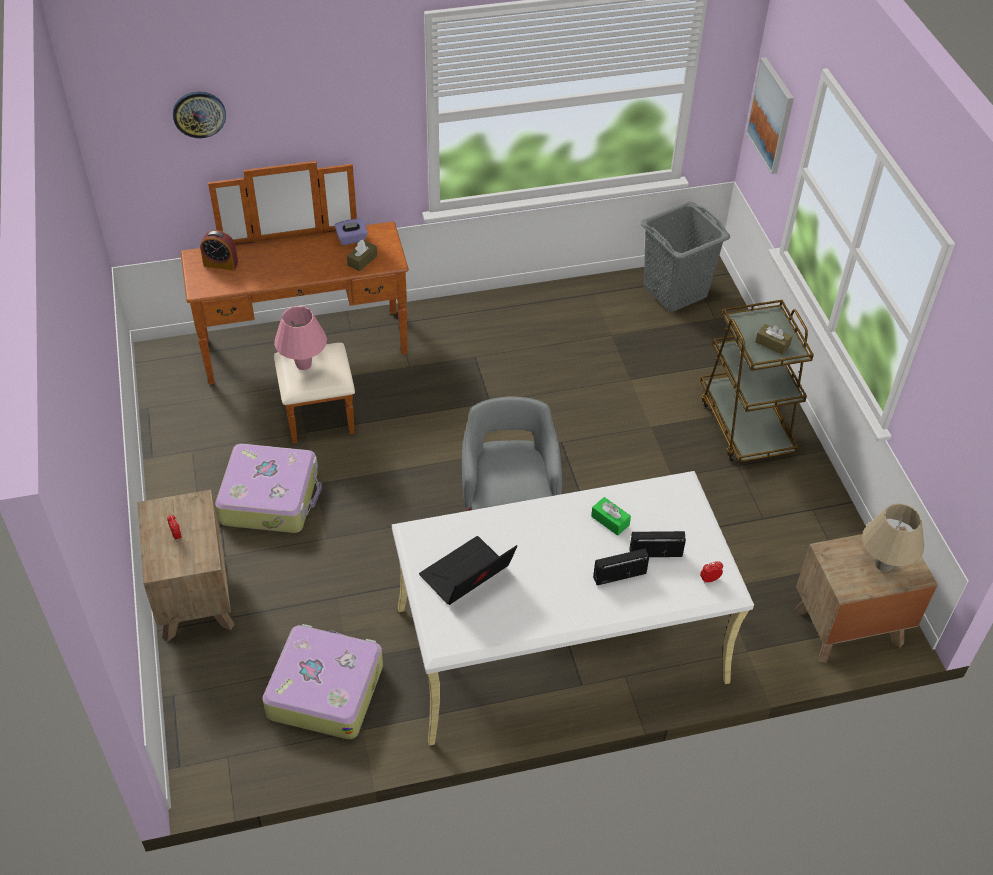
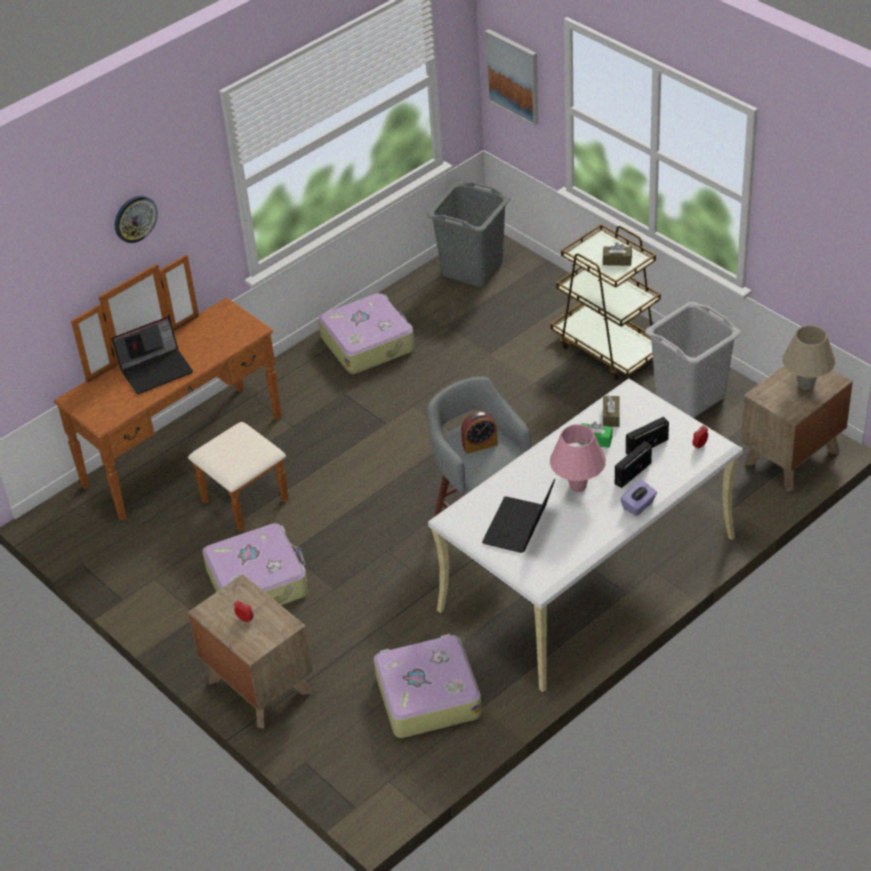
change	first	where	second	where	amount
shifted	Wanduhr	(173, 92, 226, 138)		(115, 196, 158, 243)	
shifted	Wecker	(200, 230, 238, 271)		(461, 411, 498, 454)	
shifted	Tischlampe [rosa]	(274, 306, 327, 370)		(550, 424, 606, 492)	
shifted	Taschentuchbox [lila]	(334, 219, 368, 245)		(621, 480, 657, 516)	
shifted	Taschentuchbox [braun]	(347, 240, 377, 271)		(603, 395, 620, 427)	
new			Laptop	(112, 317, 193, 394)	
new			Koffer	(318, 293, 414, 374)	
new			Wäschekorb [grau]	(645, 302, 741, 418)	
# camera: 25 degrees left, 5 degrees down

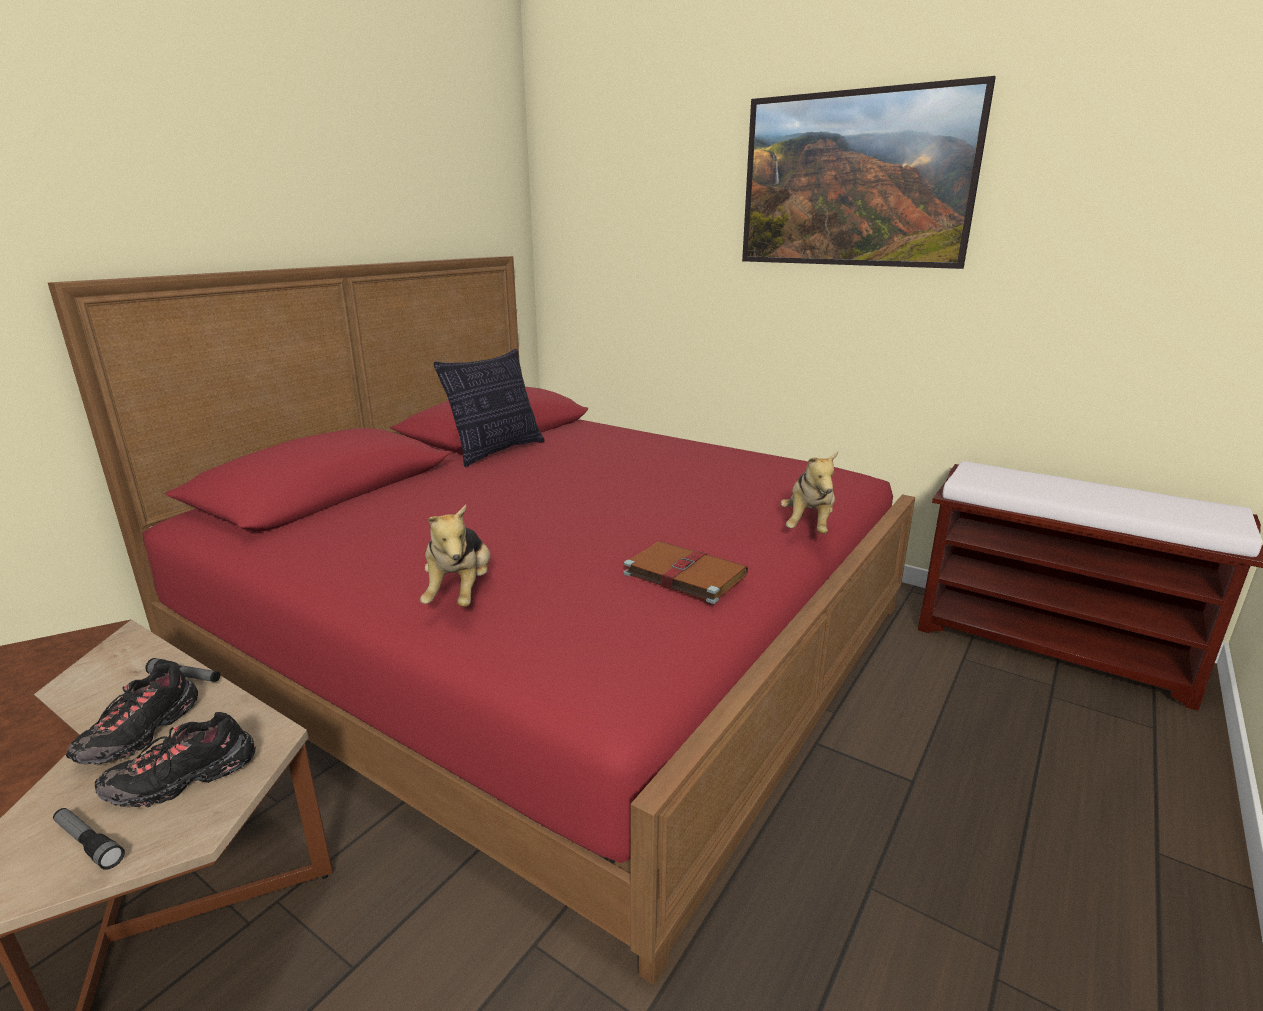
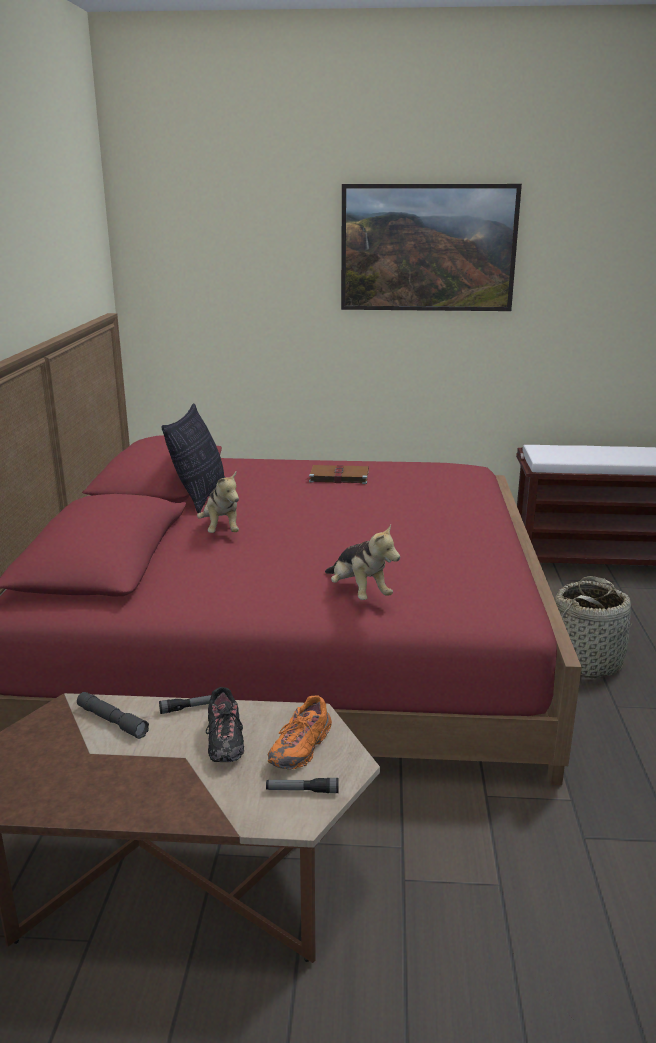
change	first	where	second	where	amount
repainted	Schuh [schwarz]	(95, 712, 256, 808)	Schuh [orange]	(268, 696, 332, 770)	
shifted	Buch [braun]	(623, 541, 748, 604)		(305, 465, 369, 484)	
shifted	Plüschtier	(781, 451, 838, 534)		(197, 470, 239, 533)	
new			Taschenlampe [grau]	(77, 692, 149, 739)	
new			Korb	(554, 576, 633, 678)	
# camera: 30 degrees left, 0 degrees up

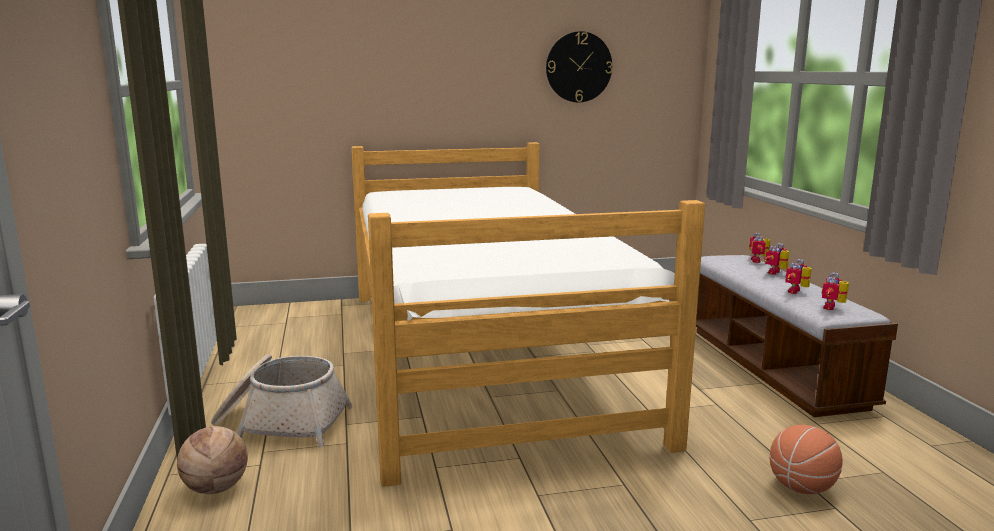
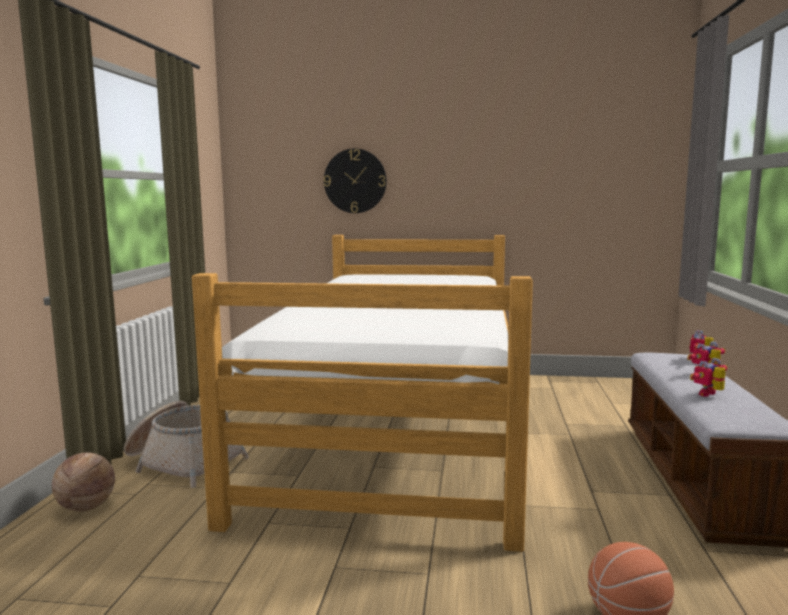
change	first	where	second	where	amount
shifted	Wanduhr	(546, 31, 612, 102)		(324, 148, 387, 213)	
gone	Spielzeugroboter	(822, 272, 849, 310)			
# camera: 20 degrees right, 5 degrees down

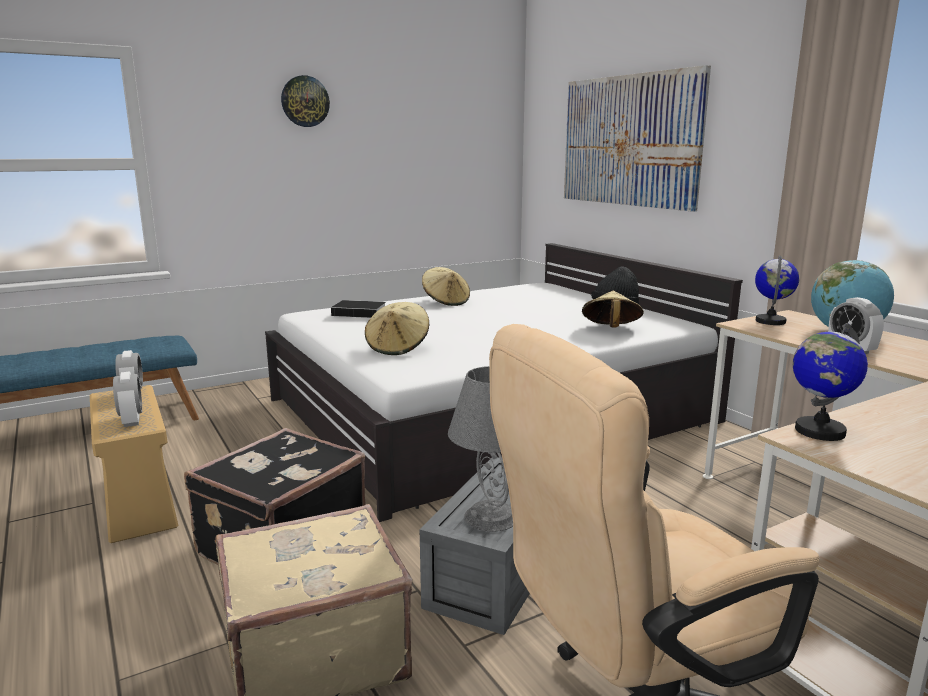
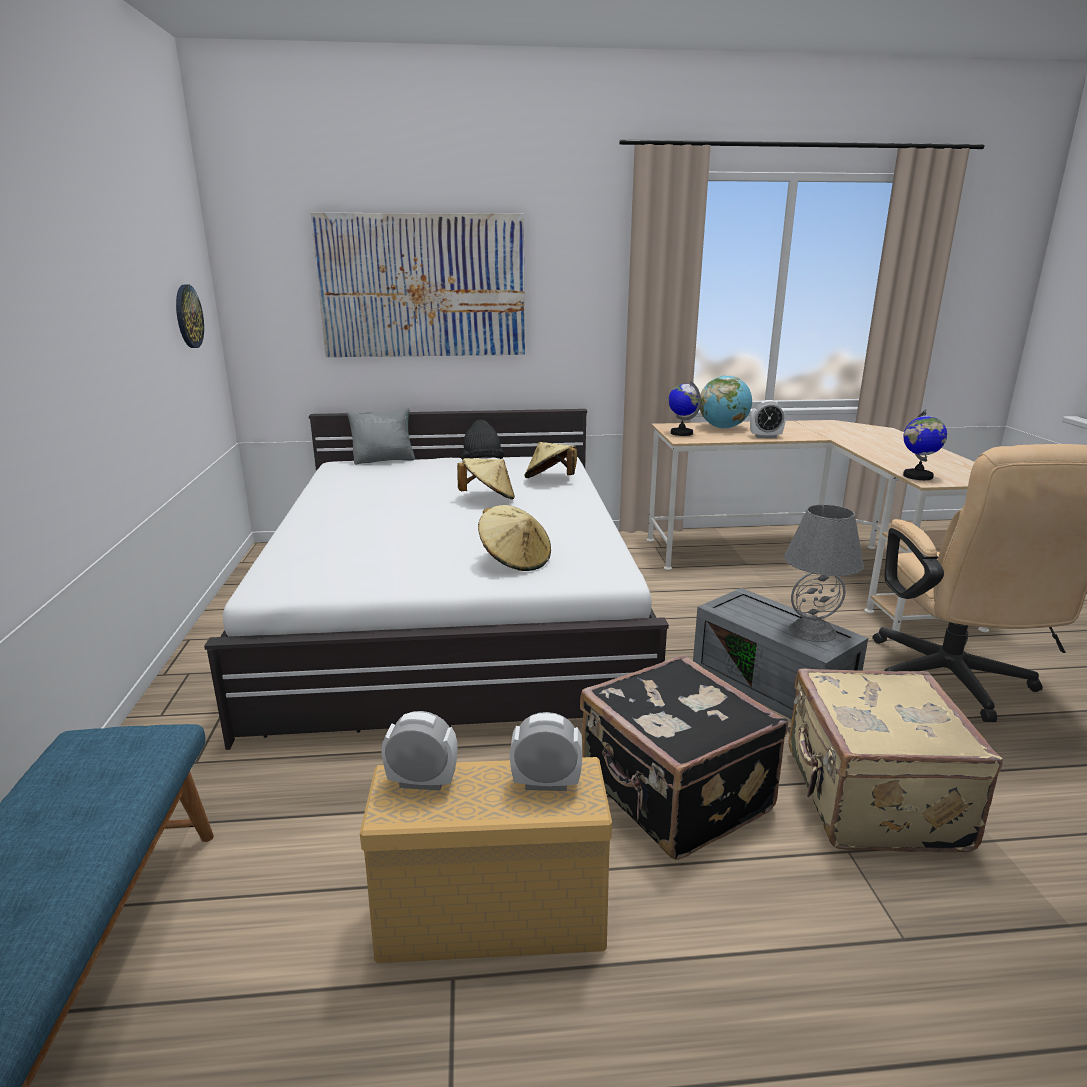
change	first	where	second	where	amount
shifted	Wanduhr	(281, 75, 330, 127)		(176, 285, 204, 348)	
gone	Buch	(331, 300, 386, 318)			
shifted	Hut [beige]	(422, 267, 470, 306)		(457, 458, 515, 500)	
new			Kissen [grau]	(347, 407, 415, 465)	
# camera: 65 degrees left, 5 degrees up

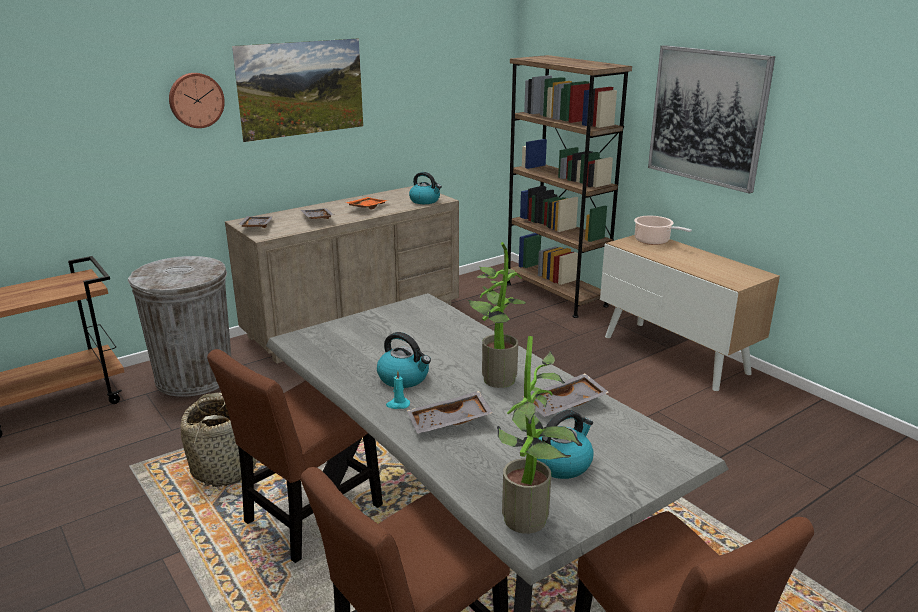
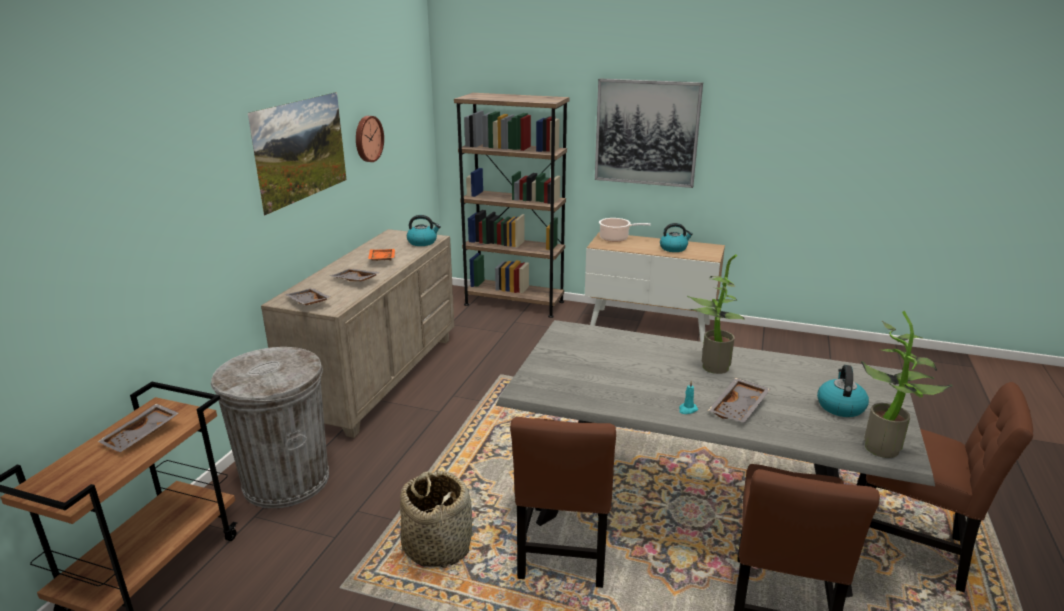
change	first	where	second	where	amount
shifted	Wanduhr	(169, 73, 225, 128)		(356, 116, 384, 162)	
shifted	Wasserkessel	(377, 332, 431, 388)		(660, 223, 693, 252)	
shifted	Tablett [grau]	(523, 373, 609, 417)		(97, 404, 179, 452)	
# camera: 35 degrees left, 0 degrees up

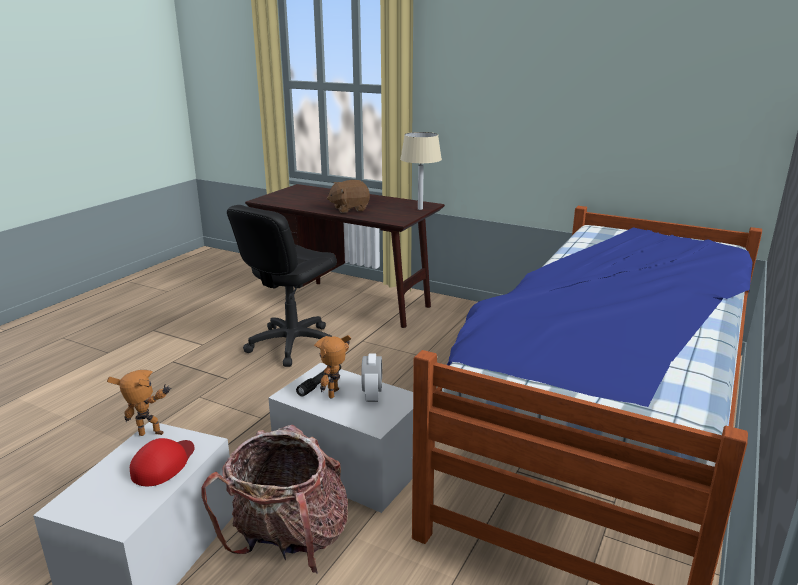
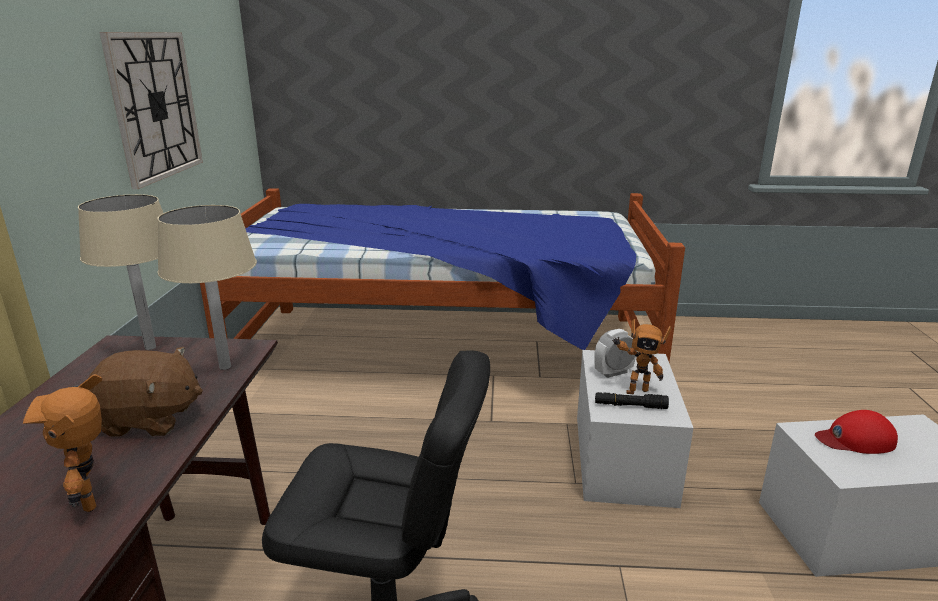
change	first	where	second	where	amount
shifted	Spielzeugroboter	(107, 370, 171, 436)		(23, 374, 102, 512)	
gone	Rucksack	(201, 425, 348, 574)			
rotated	Plüschtier [braun]	(327, 180, 370, 213)		(89, 347, 203, 437)	45 degrees counterclockwise
new			Wanduhr	(100, 32, 203, 189)	
new			Tischlampe [beige]	(157, 205, 257, 370)	
# camera: 115 degrees left, 0 degrees up

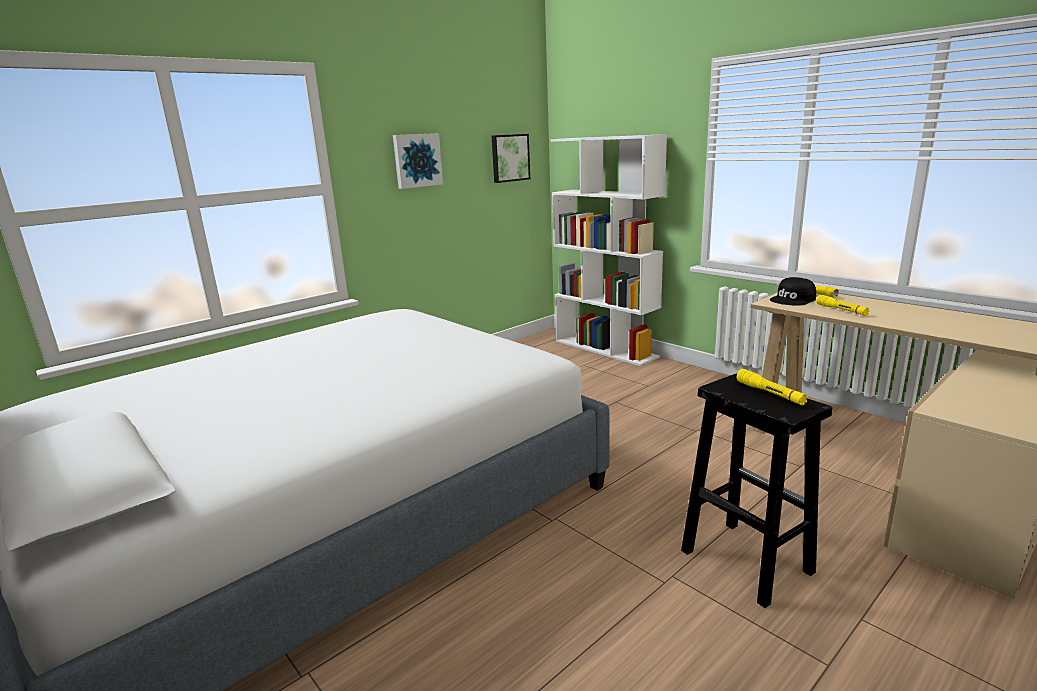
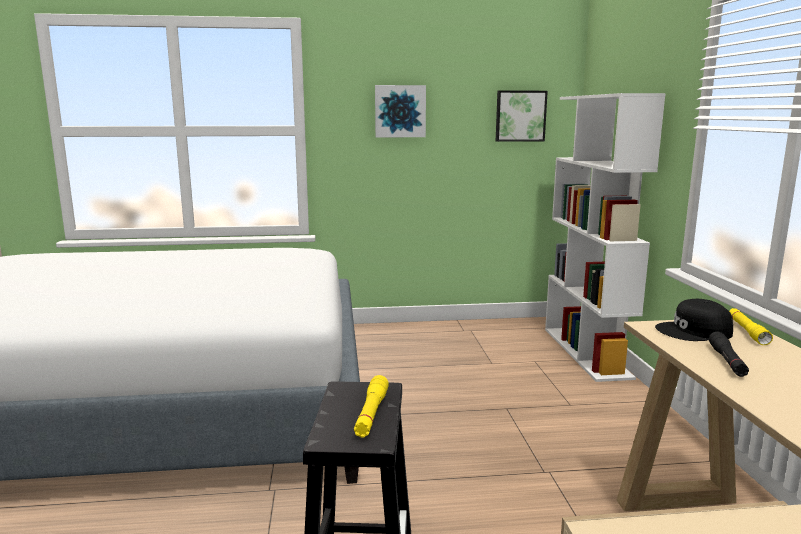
change	first	where	second	where	amount
repainted	Taschenlampe [gelb]	(816, 295, 870, 316)	Taschenlampe [schwarz]	(709, 332, 749, 377)	
# camera: 35 degrees right, 5 degrees down

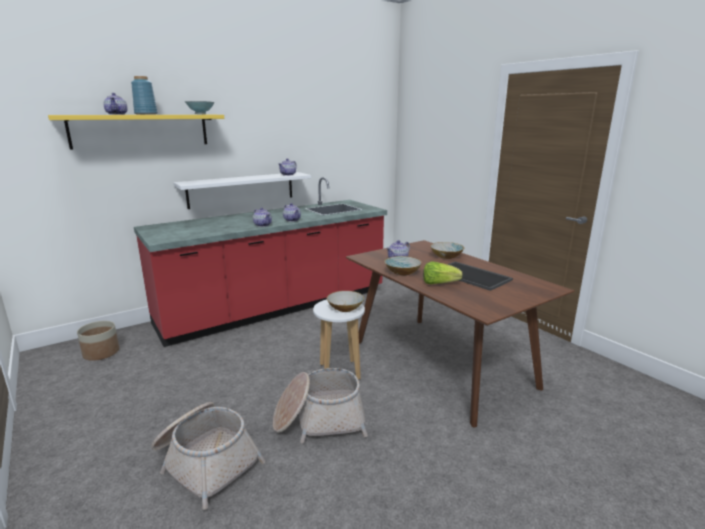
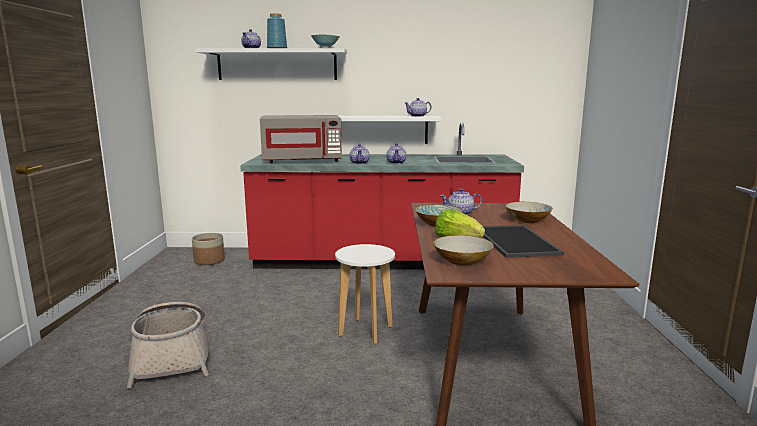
change	first	where	second	where	amount
repainted	Wandregal [gelb]	(48, 115, 224, 150)	Wandregal [weiß]	(196, 48, 347, 80)	
gone	Korb	(273, 368, 368, 444)			
shifted	Schüssel	(327, 291, 364, 312)		(433, 235, 494, 266)	
new			Mikrowelle [grau]	(260, 115, 342, 163)	
# camera: 35 degrees right, 5 degrees down

